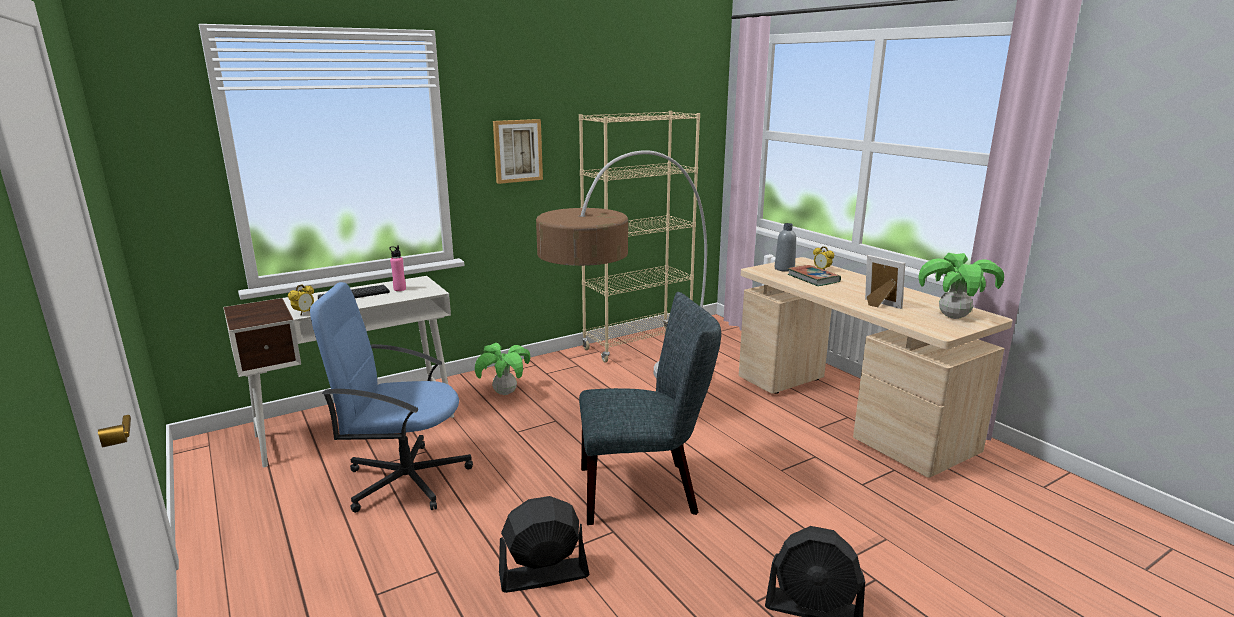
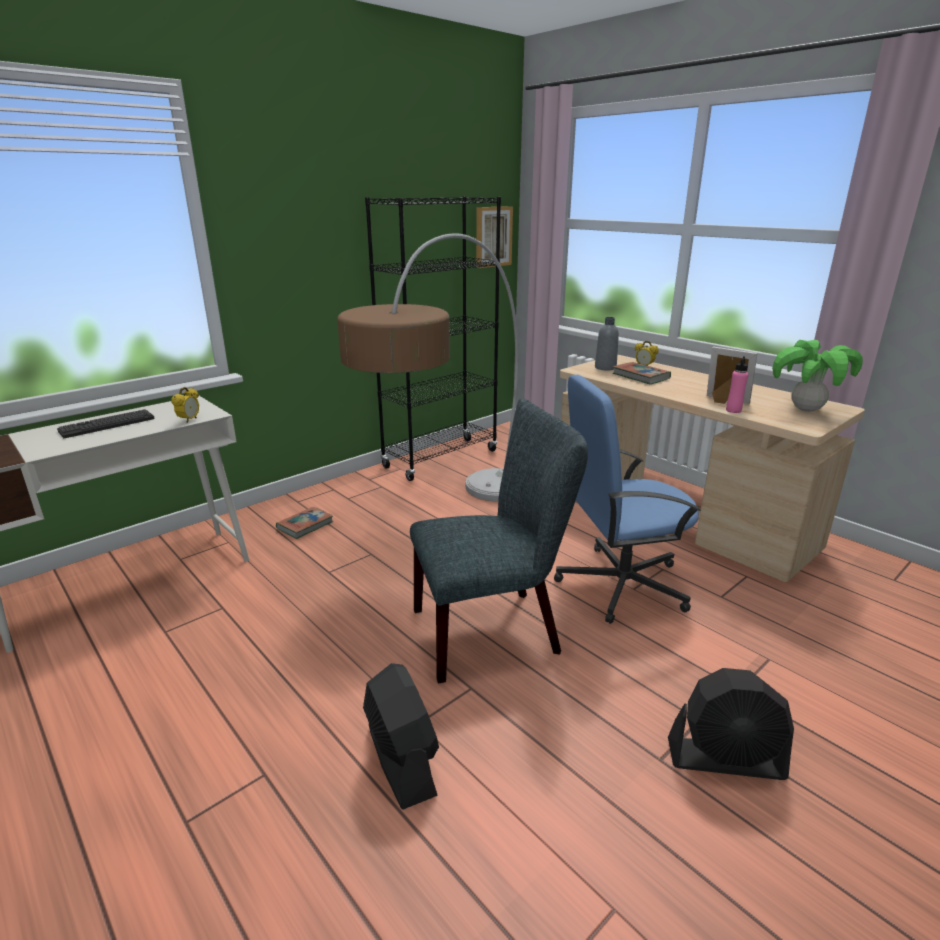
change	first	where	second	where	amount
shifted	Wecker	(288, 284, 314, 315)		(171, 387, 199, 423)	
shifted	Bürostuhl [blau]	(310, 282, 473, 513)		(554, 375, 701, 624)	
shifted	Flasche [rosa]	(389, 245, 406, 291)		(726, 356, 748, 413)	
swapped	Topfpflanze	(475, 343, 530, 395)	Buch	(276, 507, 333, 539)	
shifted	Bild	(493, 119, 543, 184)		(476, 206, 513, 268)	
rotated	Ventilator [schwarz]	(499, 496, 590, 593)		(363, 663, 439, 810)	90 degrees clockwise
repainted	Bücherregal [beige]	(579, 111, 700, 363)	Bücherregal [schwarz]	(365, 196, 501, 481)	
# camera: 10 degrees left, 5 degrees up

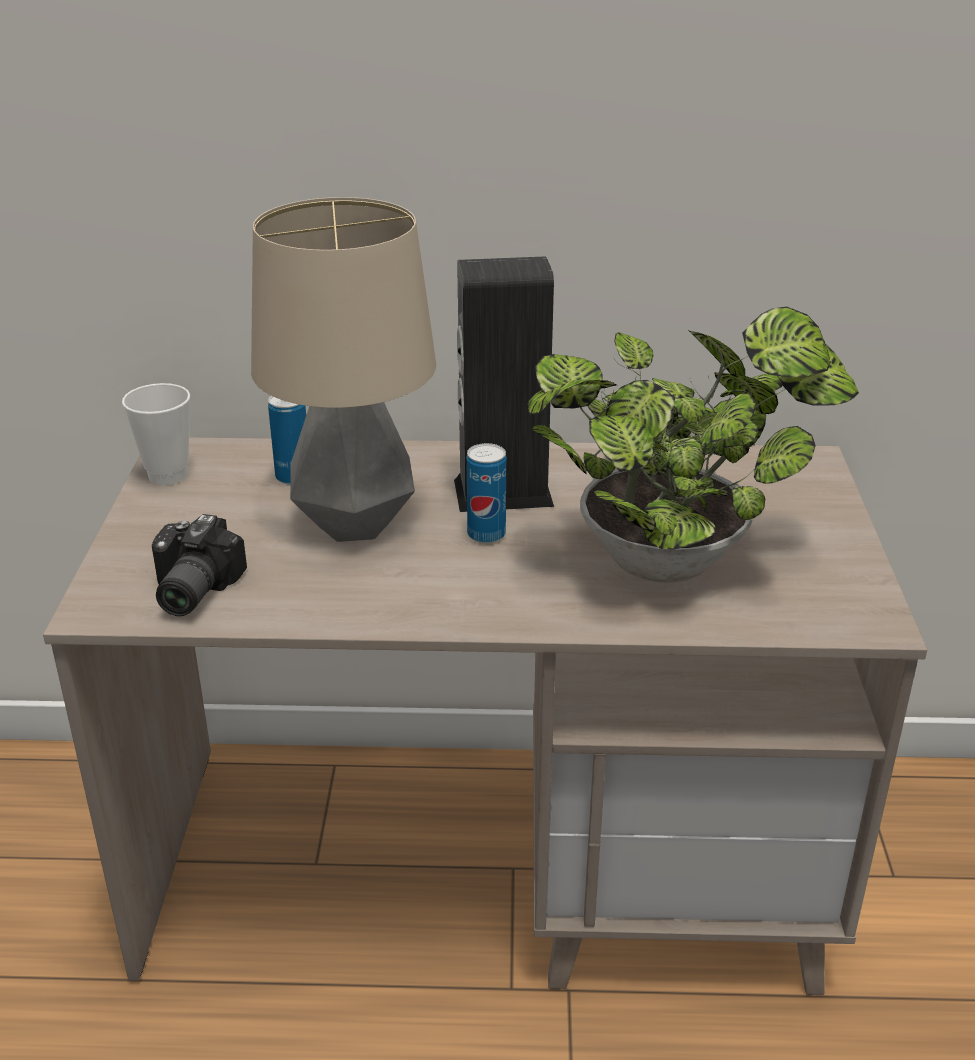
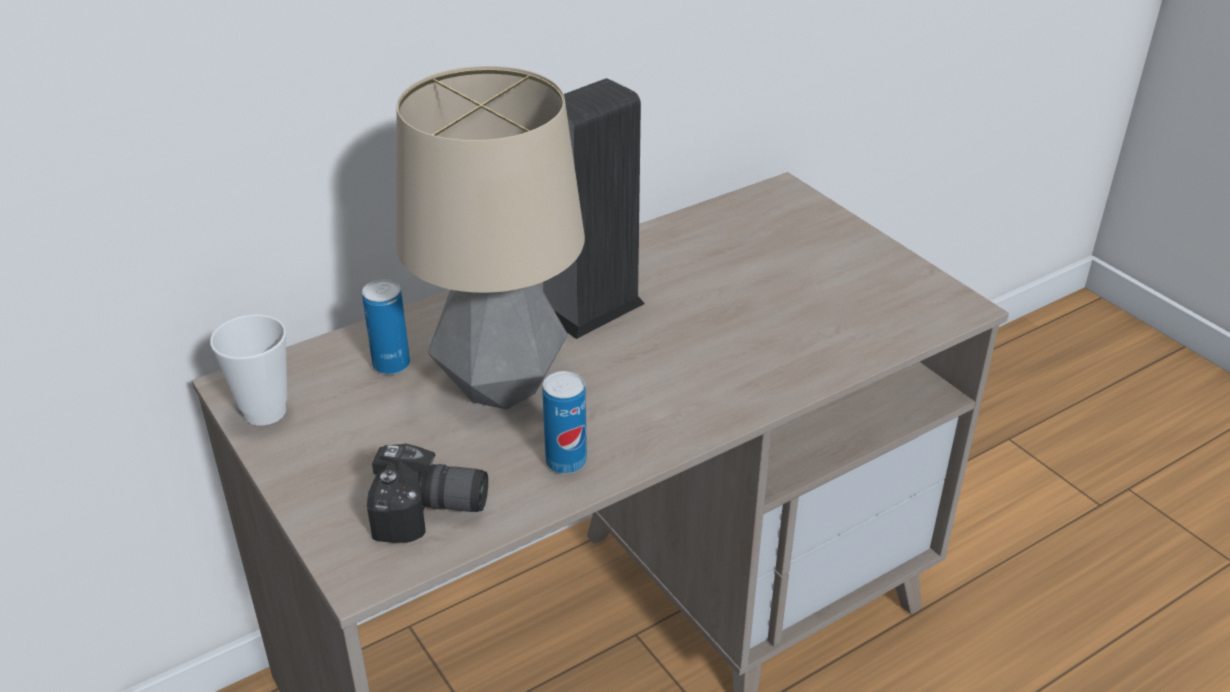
change	first	where	second	where	amount
rotated	Kamera	(152, 514, 247, 616)		(367, 443, 488, 543)	60 degrees counterclockwise
shifted	Dose	(467, 443, 506, 543)		(542, 371, 587, 474)	
gone	Topfpflanze	(528, 306, 859, 583)			
# camera: 35 degrees left, 5 degrees up

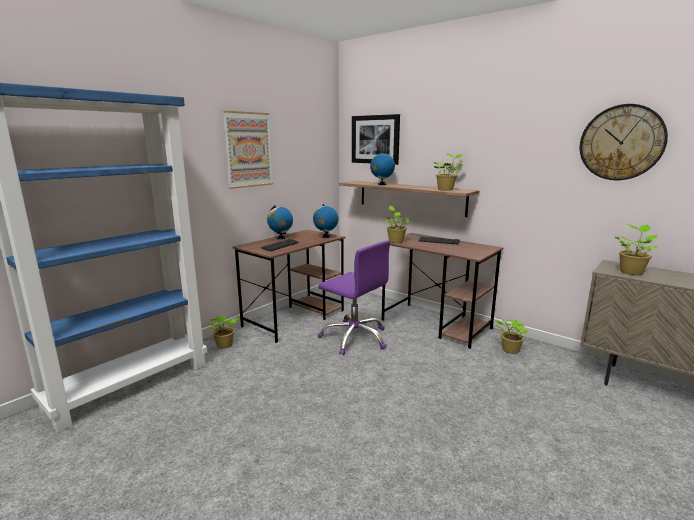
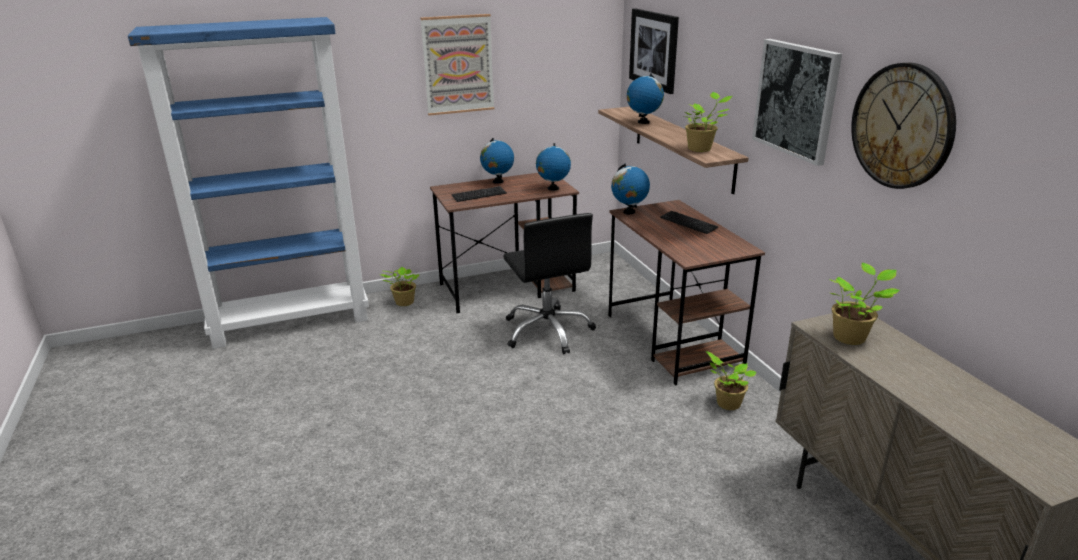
change	first	where	second	where	amount
repainted	Bürostuhl [lila]	(318, 240, 390, 355)	Bürostuhl [schwarz]	(503, 213, 596, 354)	
swapped	Topfpflanze	(384, 206, 409, 243)	Globus	(611, 163, 650, 214)	
new			Bild	(752, 39, 842, 166)	
# camera: 30 degrees right, 10 degrees up

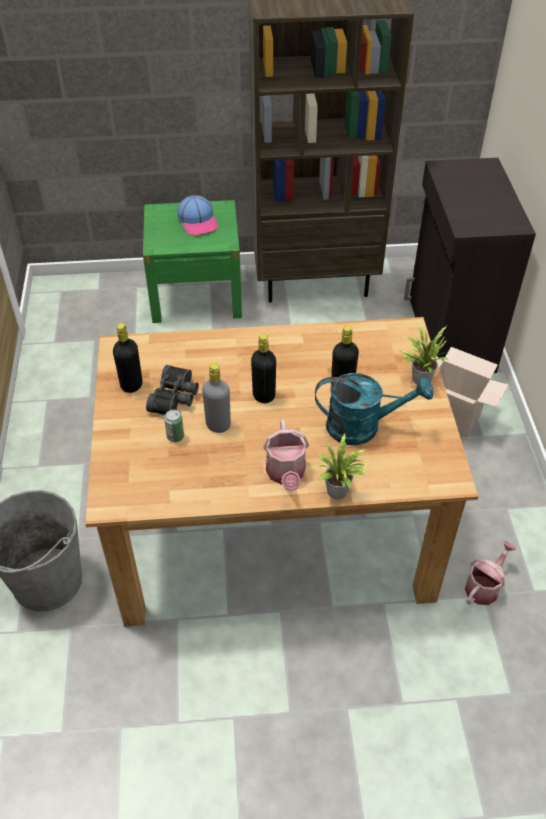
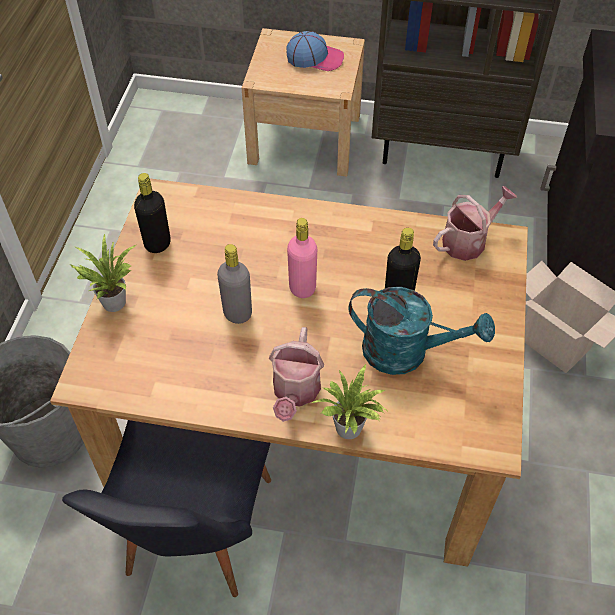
change	first	where	second	where	amount
repainted	Nachttisch [grün]	(143, 200, 242, 323)	Nachttisch [beige]	(242, 28, 365, 177)	
gone	Fernglas [schwarz]	(146, 365, 199, 415)			
gone	Dose	(164, 409, 184, 442)			
rotated	Kappe	(177, 195, 218, 235)		(286, 31, 344, 71)	75 degrees counterclockwise
repainted	Flasche [schwarz]	(251, 333, 276, 403)	Flasche [rosa]	(287, 218, 317, 298)	
shifted	Topfpflanze	(400, 324, 449, 385)		(70, 234, 136, 312)	
shifted	Gießkanne	(465, 541, 516, 605)		(433, 186, 517, 261)	
new			Stuhl [schwarz]	(62, 420, 271, 597)	
# camera: 15 degrees right, 5 degrees up

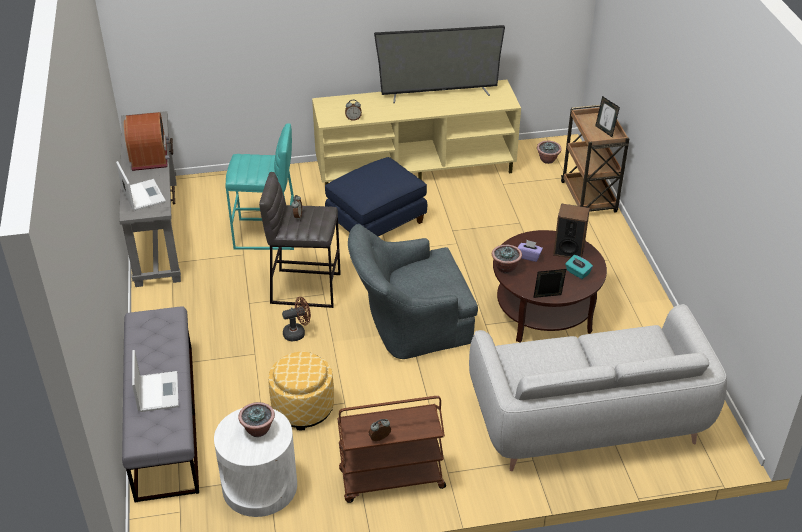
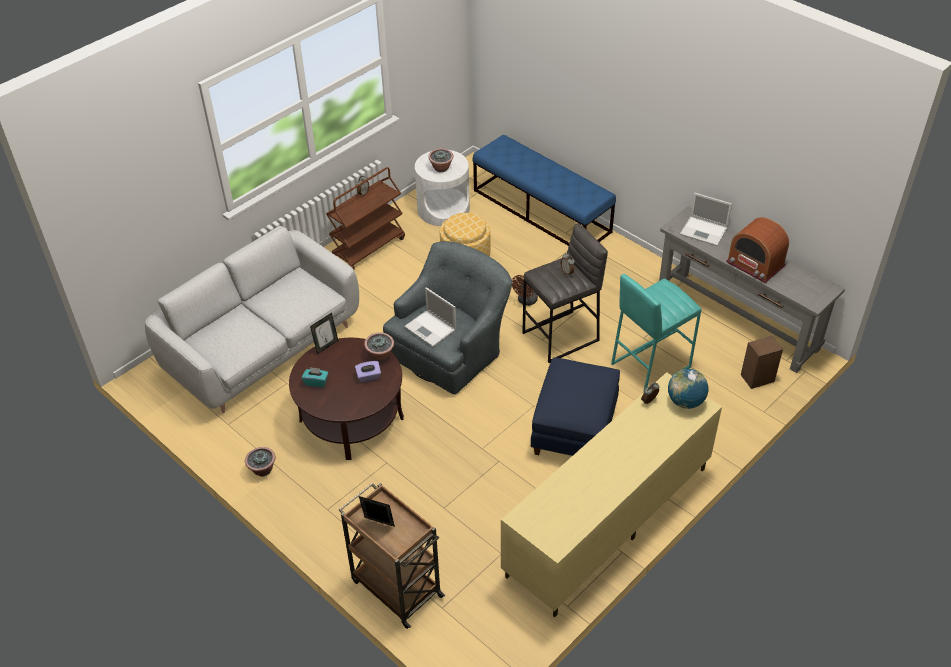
change	first	where	second	where	amount
repainted	Bank [grau]	(122, 306, 199, 503)	Bank [blau]	(473, 135, 616, 246)	
shifted	Laptop	(132, 350, 179, 412)		(404, 287, 456, 347)	
gone	Fernseher	(374, 25, 505, 103)			
shifted	Topfpflanze	(537, 141, 562, 164)		(245, 447, 275, 477)	
shifted	Lautsprecher	(553, 203, 590, 258)		(741, 336, 783, 389)	
new			Globus	(668, 369, 708, 409)	
# camera: 145 degrees right, 5 degrees up

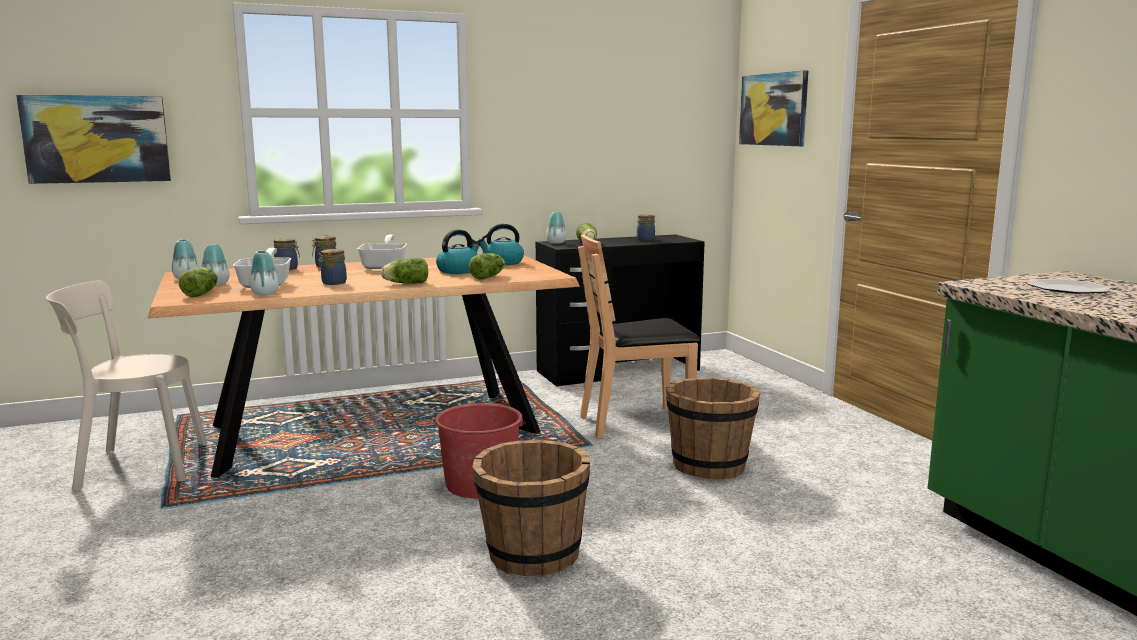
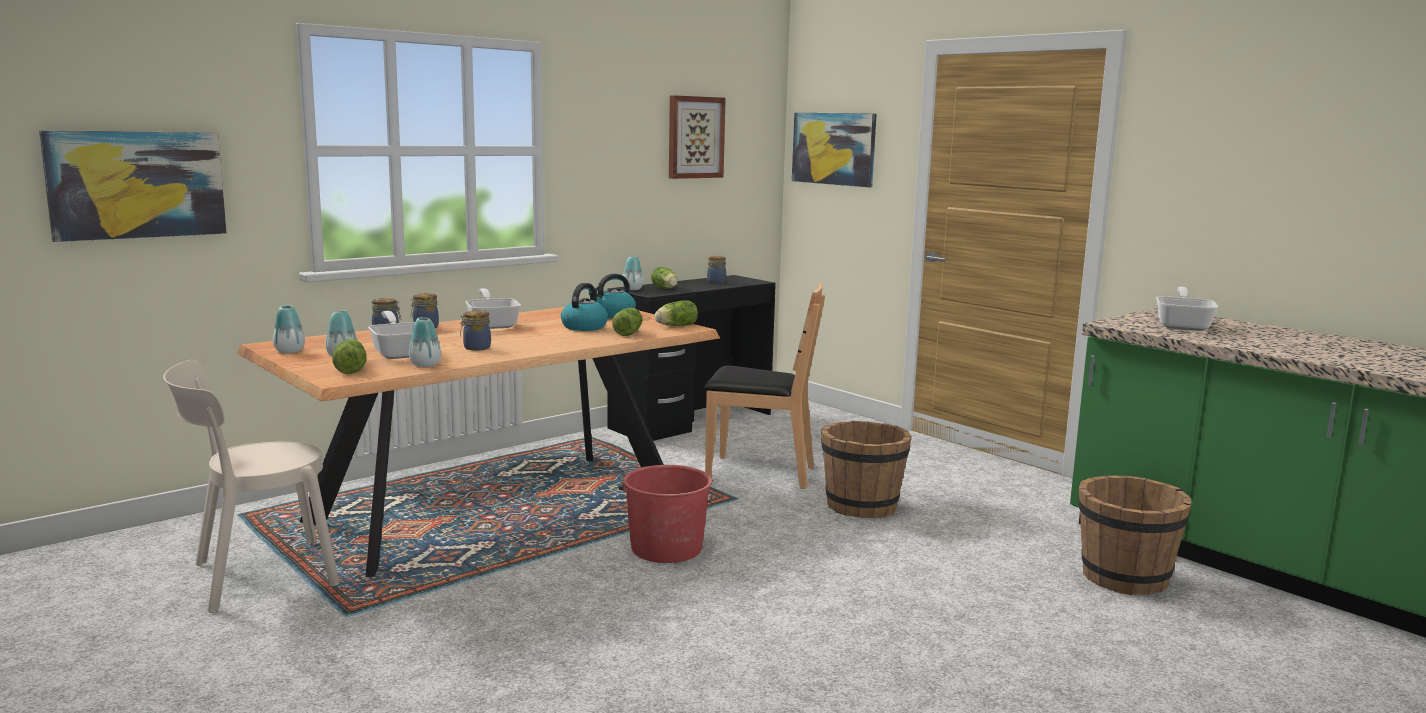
change	first	where	second	where	amount
shifted	Salatkopf	(381, 258, 428, 284)		(654, 300, 698, 326)	
shifted	Eimer [braun]	(472, 440, 590, 576)		(1078, 475, 1191, 595)	
rotated	Stuhl [braun]	(578, 234, 701, 439)		(704, 283, 825, 489)	135 degrees counterclockwise
swapped	Teller	(1027, 279, 1111, 294)	Pfanne	(1156, 287, 1218, 331)	
new			Bild	(669, 95, 726, 179)	
# camera: 20 degrees left, 0 degrees up

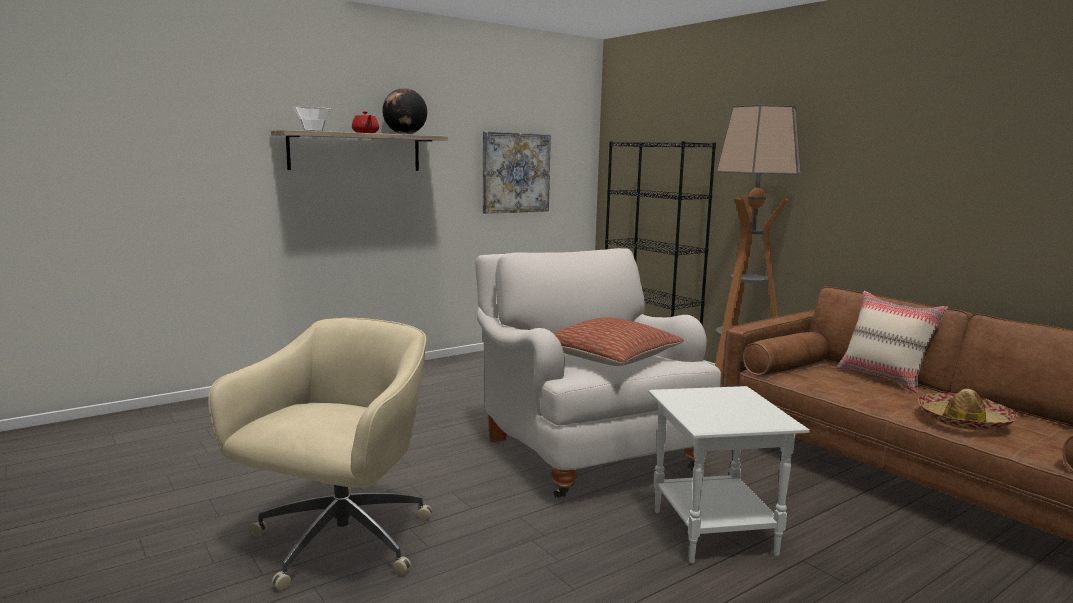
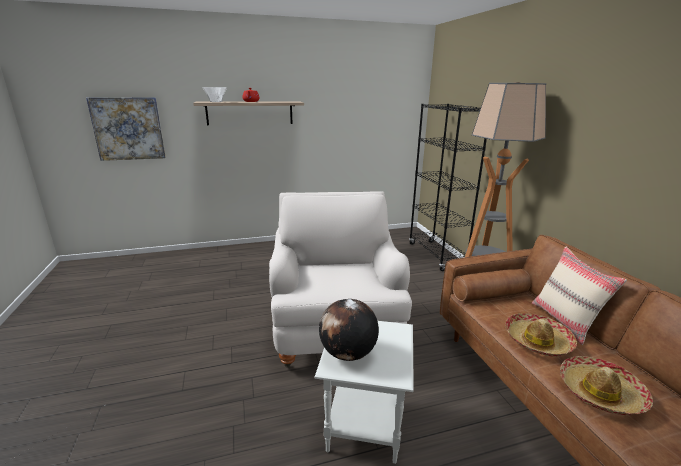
change	first	where	second	where	amount
gone	Bürostuhl [beige]	(208, 318, 432, 591)			
shifted	Globus	(382, 88, 427, 135)		(319, 299, 379, 361)	
shifted	Bild	(482, 131, 551, 214)		(86, 97, 166, 161)	
gone	Kissen	(553, 317, 684, 366)			
new			Hut	(505, 314, 577, 357)	
# camera: 20 degrees right, 10 degrees up

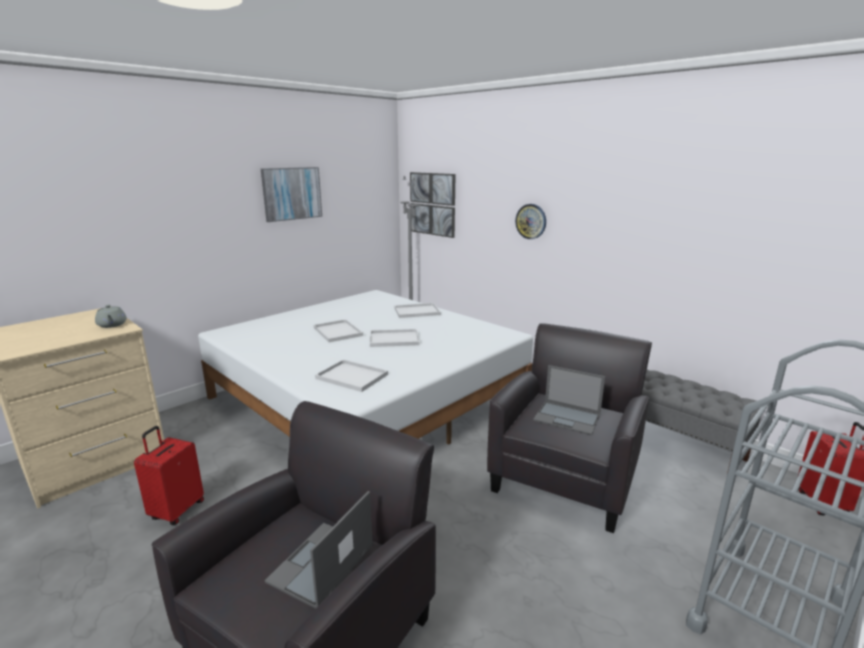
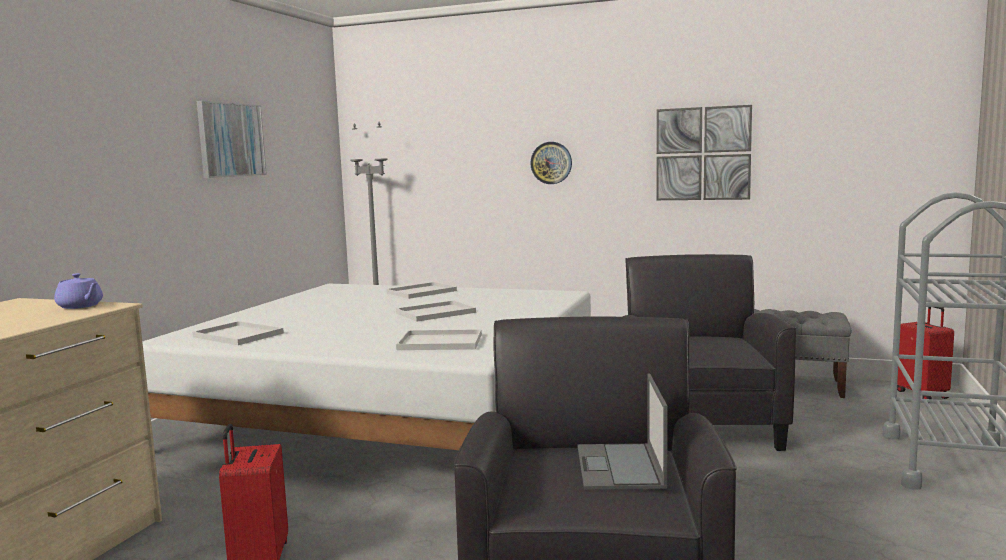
change	first	where	second	where	amount
repainted	Teekanne [grau]	(95, 305, 127, 328)	Teekanne [lila]	(54, 273, 103, 309)	
shifted	Tablett [weiß]	(314, 319, 363, 342)		(192, 321, 284, 345)	
shifted	Bild	(410, 172, 455, 238)		(656, 105, 752, 200)	
gone	Laptop	(533, 365, 605, 436)			
# camera: 25 degrees left, 10 degrees down

